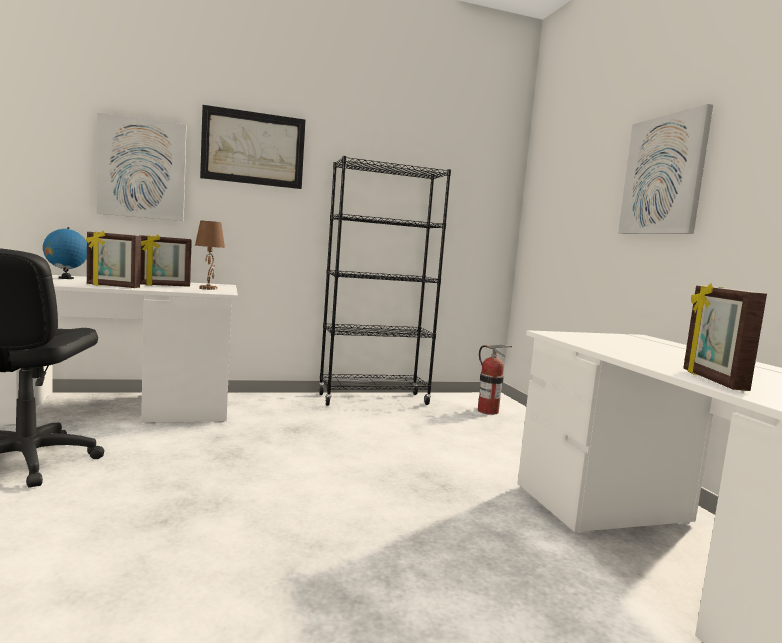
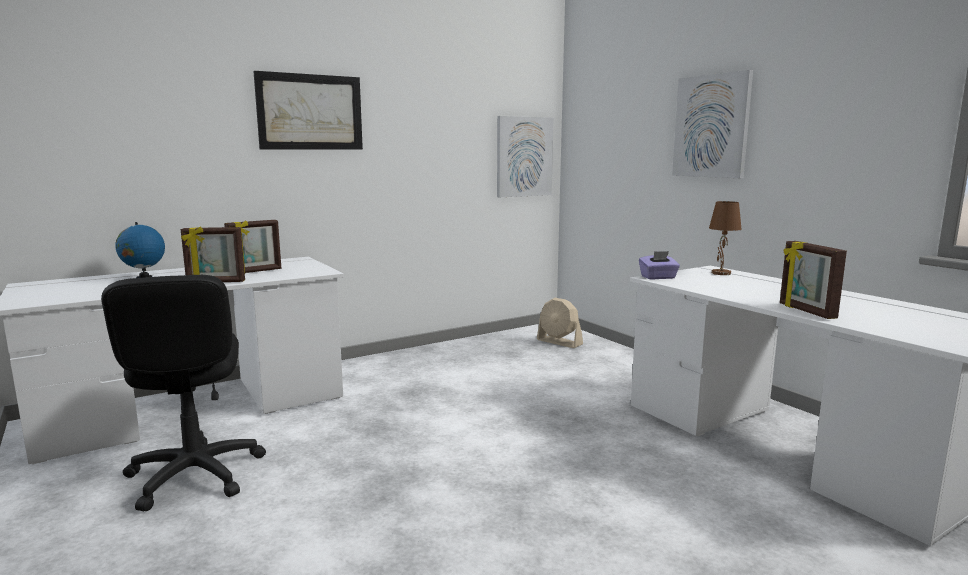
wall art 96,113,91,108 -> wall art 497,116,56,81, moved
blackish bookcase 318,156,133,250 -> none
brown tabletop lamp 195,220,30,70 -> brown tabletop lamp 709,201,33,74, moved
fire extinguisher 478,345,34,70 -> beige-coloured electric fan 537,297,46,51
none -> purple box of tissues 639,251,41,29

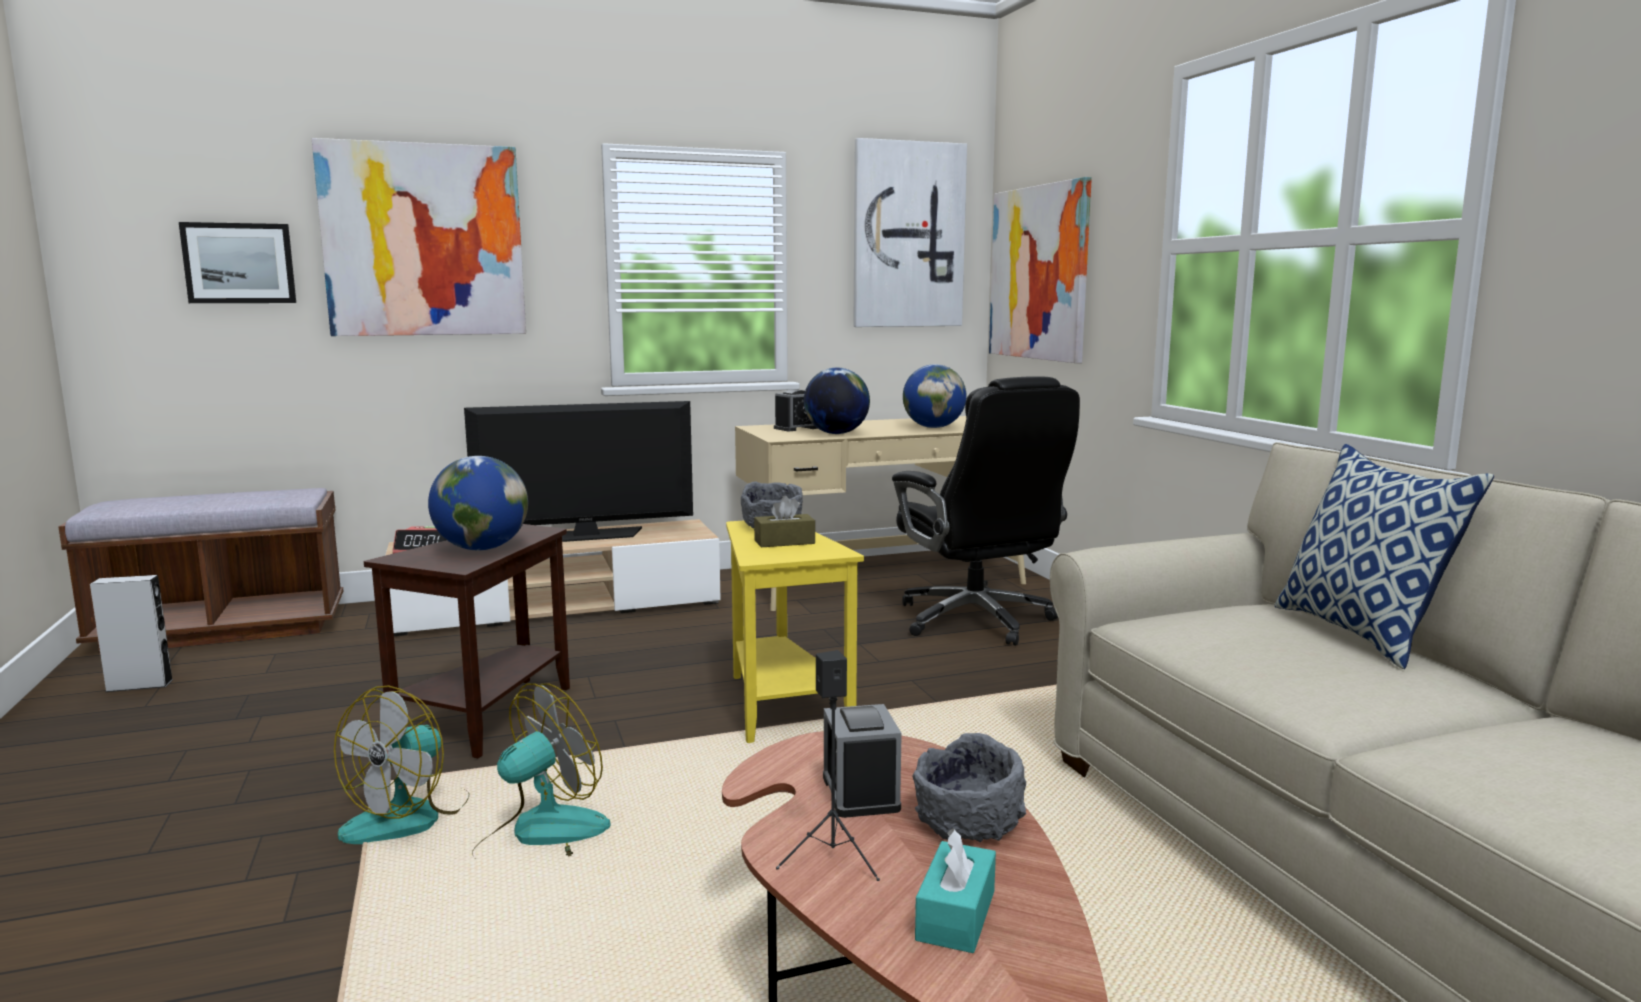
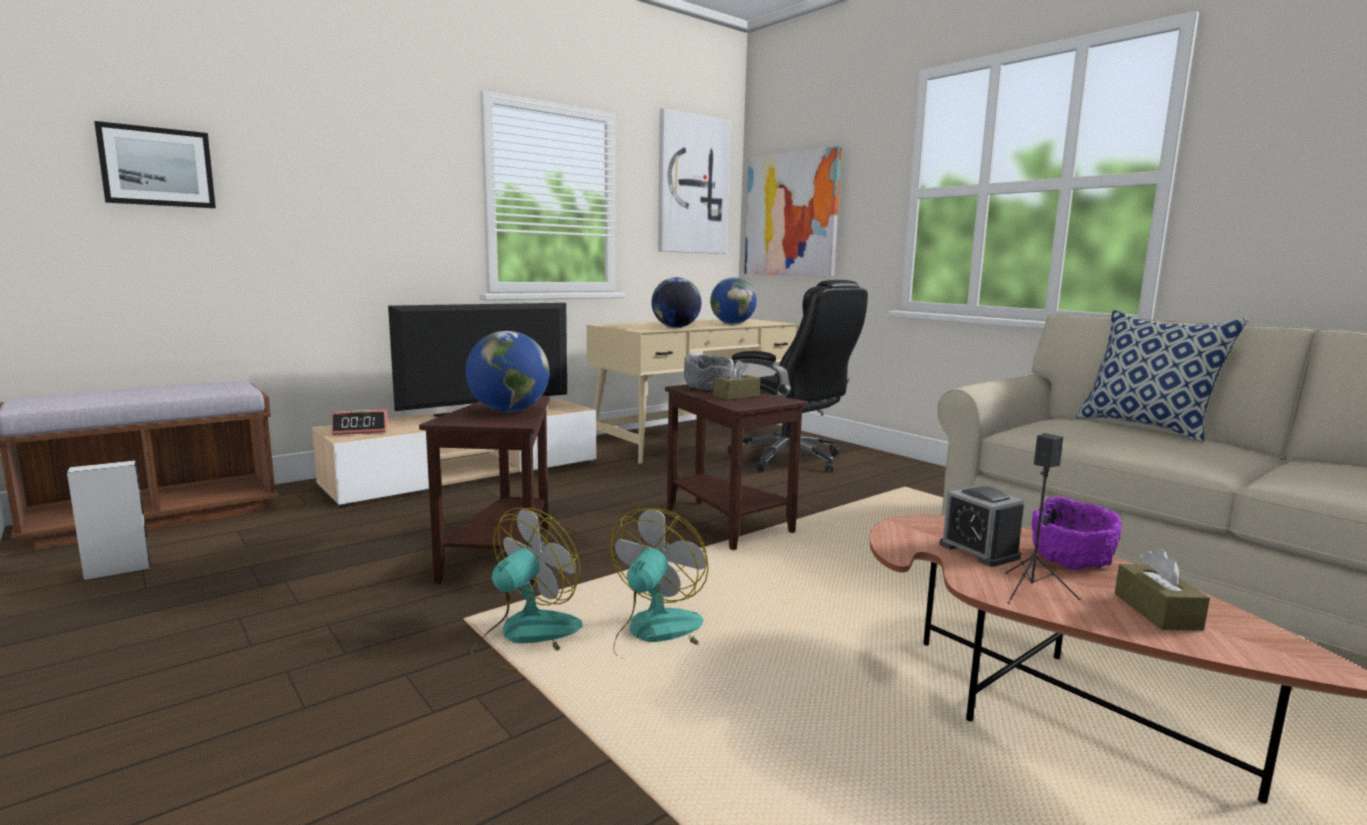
wall art 312,138,214,198 -> none
table clock 774,389,44,42 -> none
yellow end table 726,520,138,223 -> brown end table 665,384,143,166
electric fan 334,685,135,159 -> electric fan 470,507,112,165, 150 degrees counterclockwise
gray bowl 912,733,114,109 -> purple bowl 1032,496,90,74
turquoise-coloured box of tissues 915,828,81,125 -> brown box of tissues 1115,548,95,83

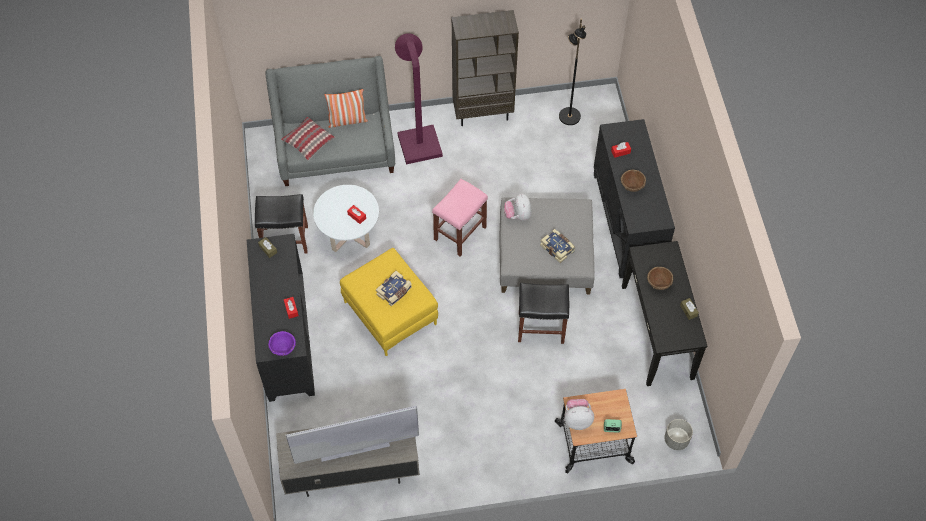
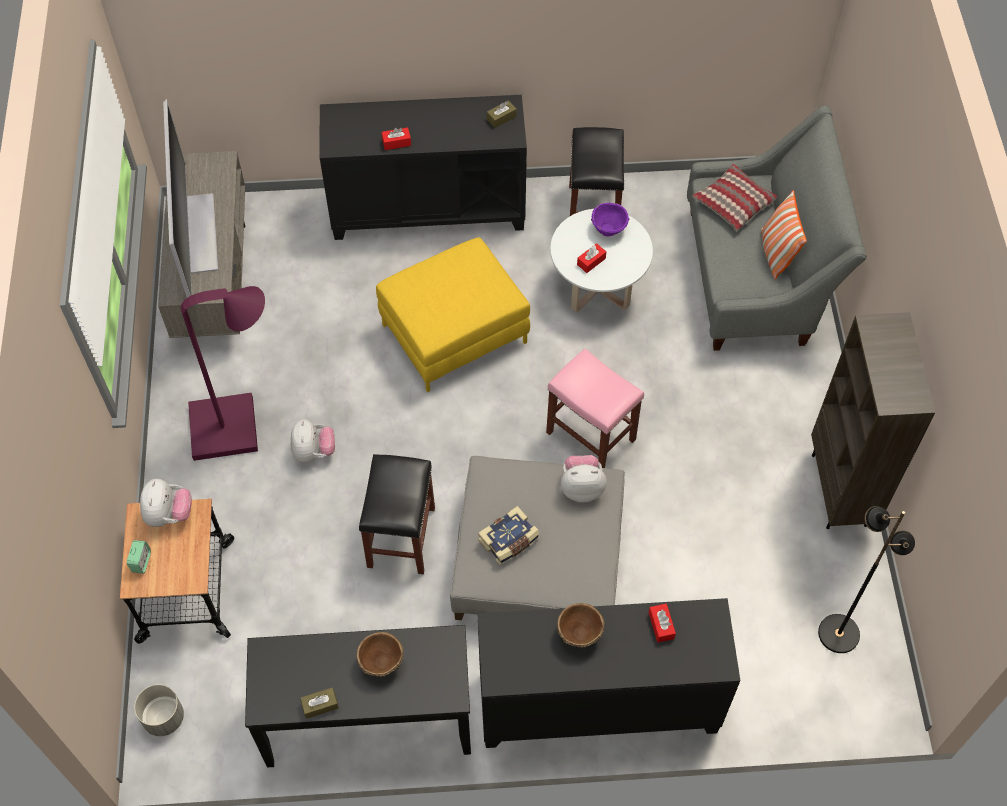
purple standard lamp 395,33,48,131 -> purple standard lamp 181,286,84,175, moved
bound book 376,271,36,35 -> none
purple bowl 268,331,28,25 -> purple bowl 591,203,38,34, moved
none -> plush toy 291,419,44,44

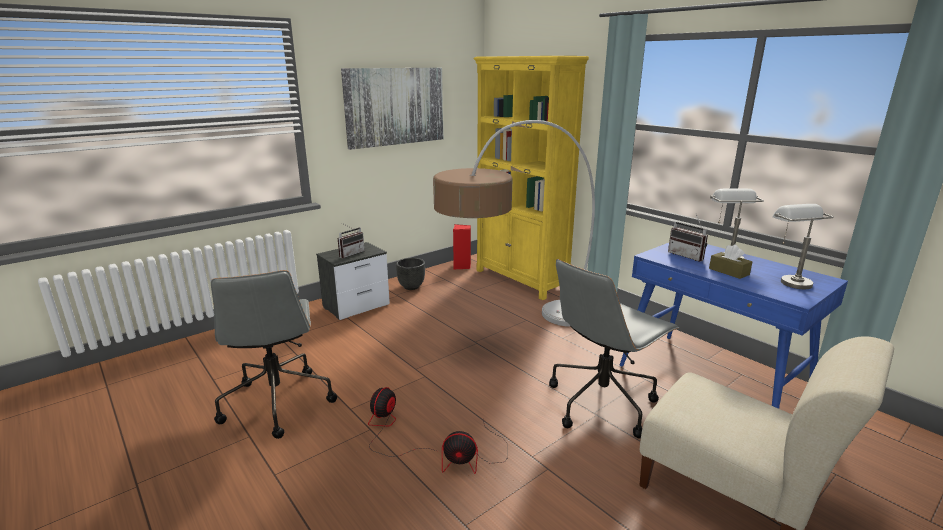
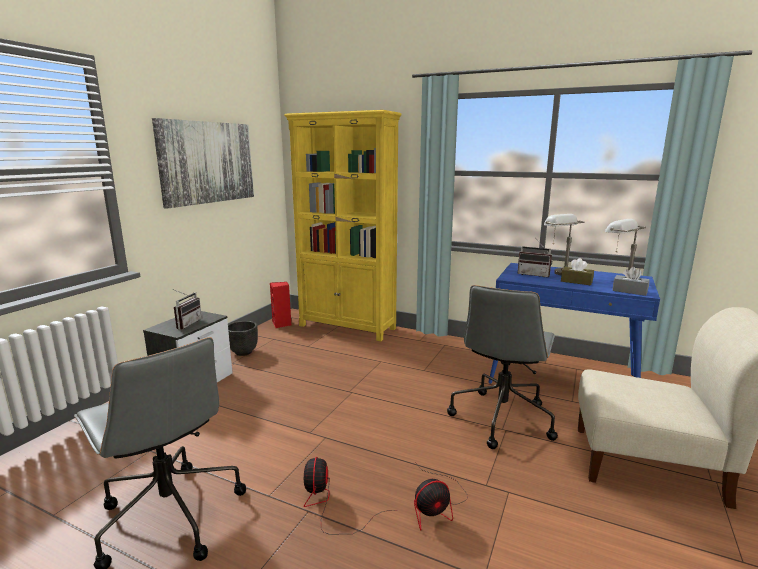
standard lamp 433,120,162,207 -> none
none -> gray box of tissues 612,267,38,29

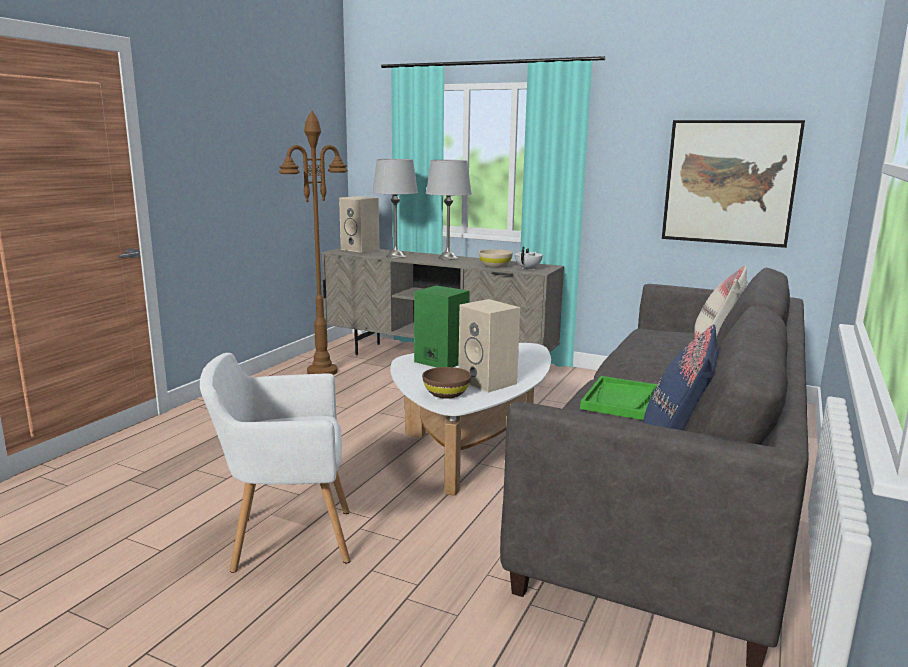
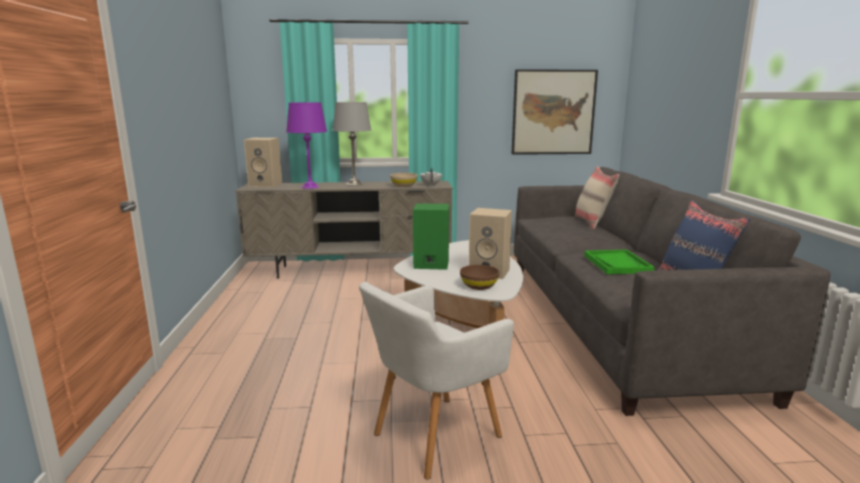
brown standard lamp 279,111,69,264 -> none
gray tabletop lamp 372,159,46,99 -> purple tabletop lamp 286,102,41,87

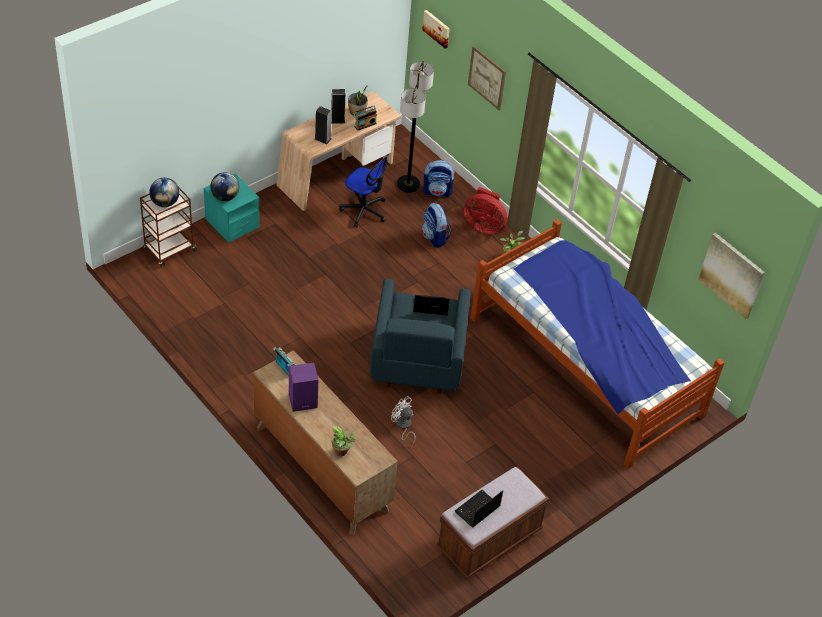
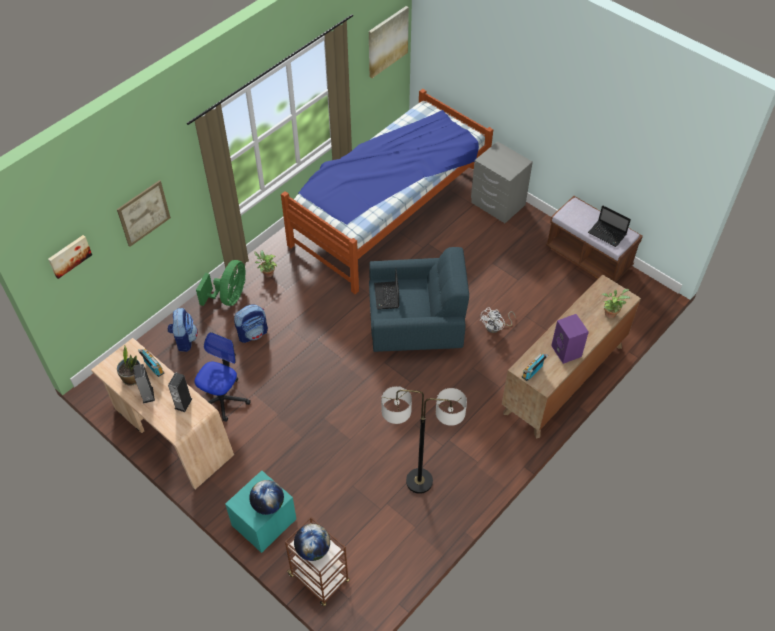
standard lamp 397,61,37,132 -> standard lamp 381,386,86,108, moved
red-coloured electric fan 463,187,45,47 -> green-coloured electric fan 196,260,50,46
none -> gray night table 471,141,62,82

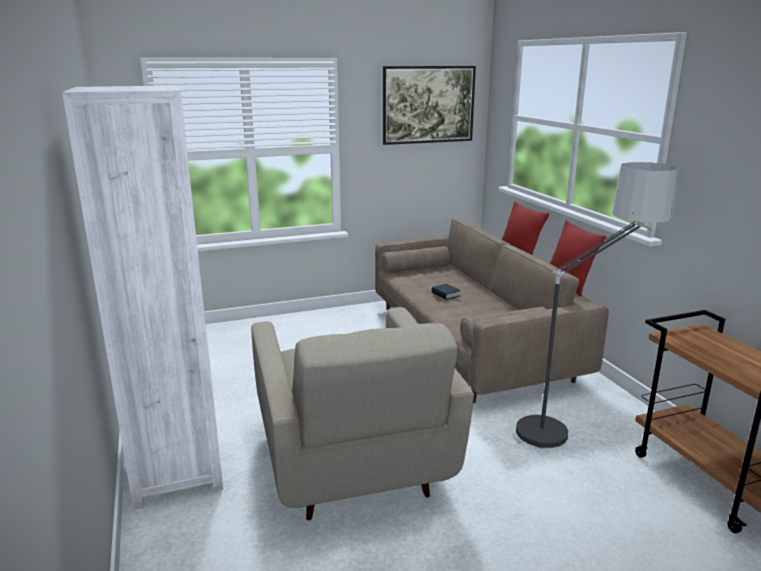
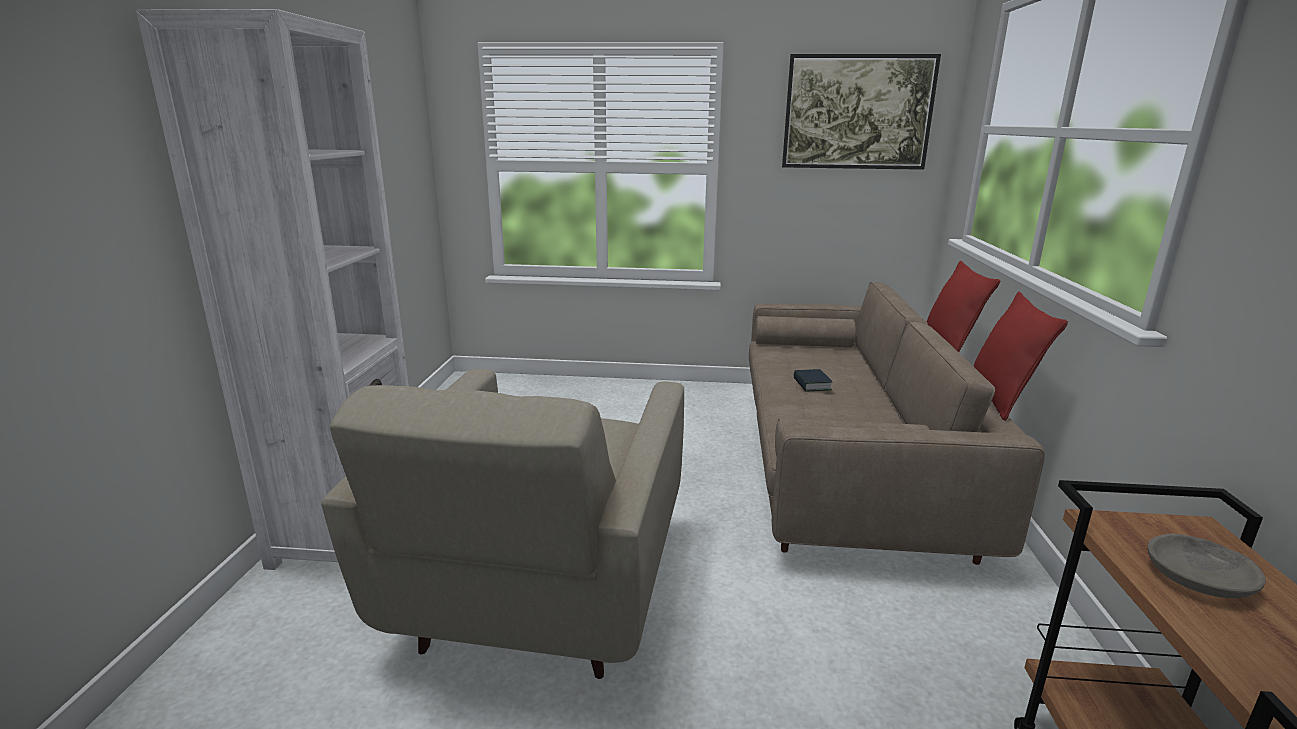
standard lamp 513,162,166,287 -> none
none -> gray bowl 1147,534,119,64

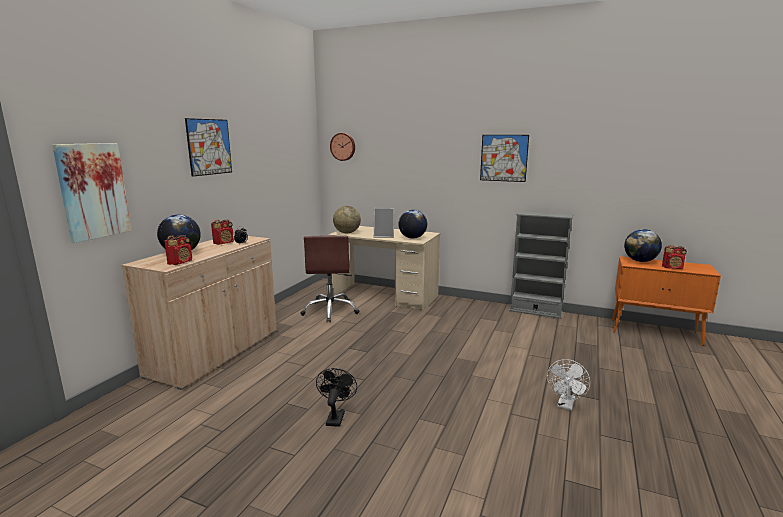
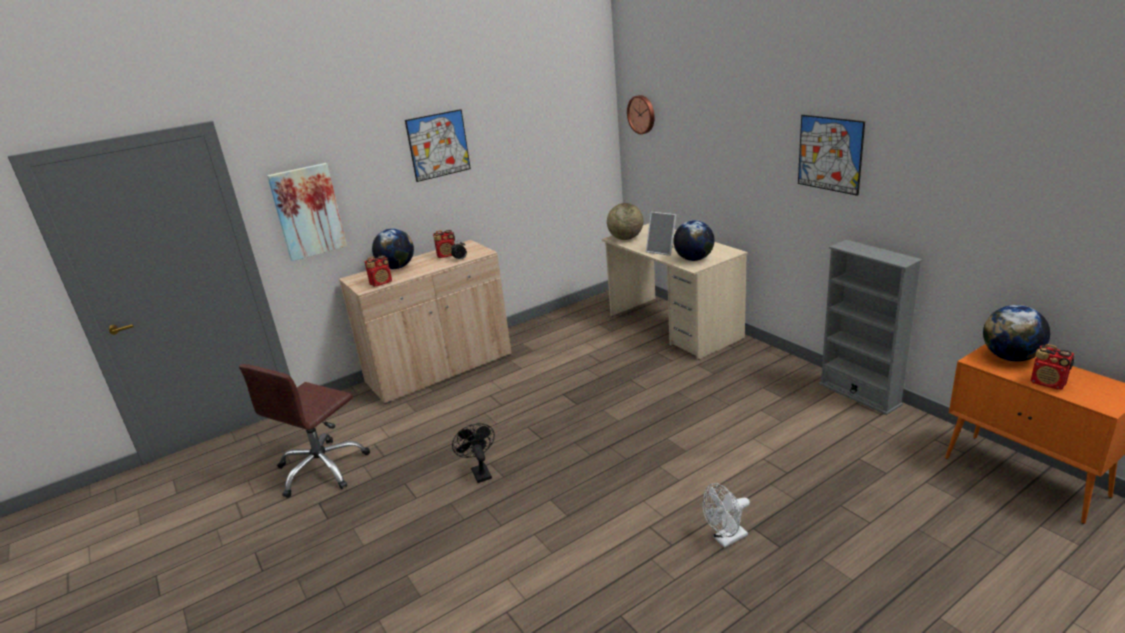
brown computer chair 300,235,59,88 -> brown computer chair 239,364,131,134, moved
blackish electric fan 316,368,41,59 -> blackish electric fan 452,423,43,60, 60 degrees counterclockwise

